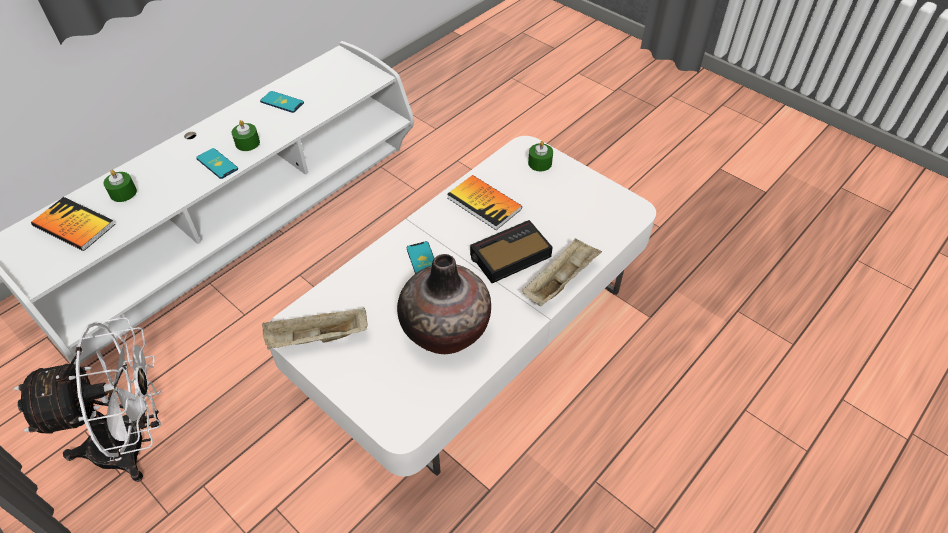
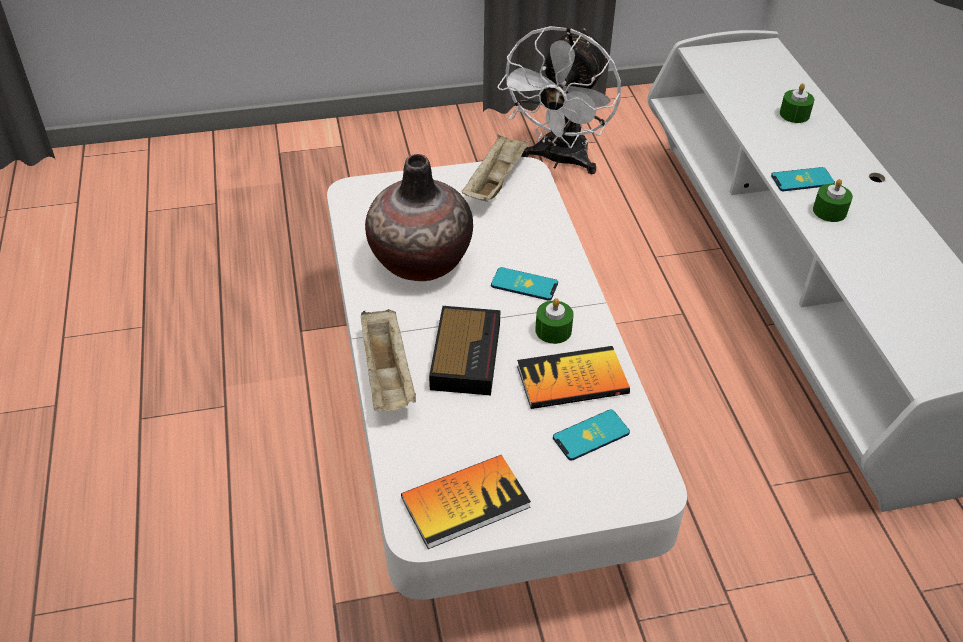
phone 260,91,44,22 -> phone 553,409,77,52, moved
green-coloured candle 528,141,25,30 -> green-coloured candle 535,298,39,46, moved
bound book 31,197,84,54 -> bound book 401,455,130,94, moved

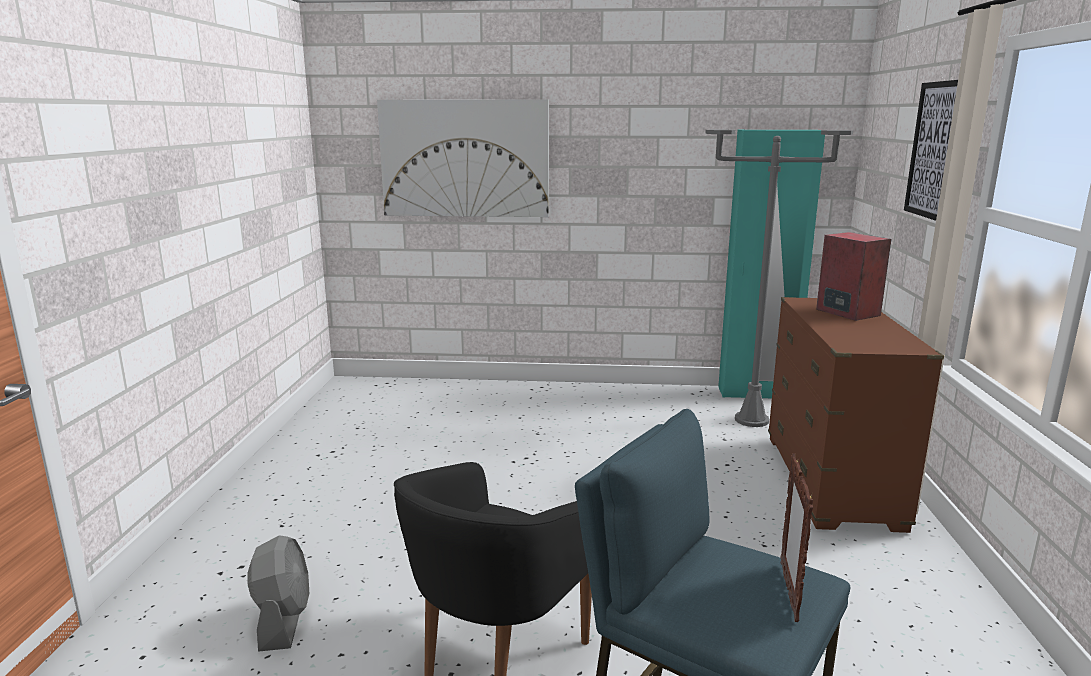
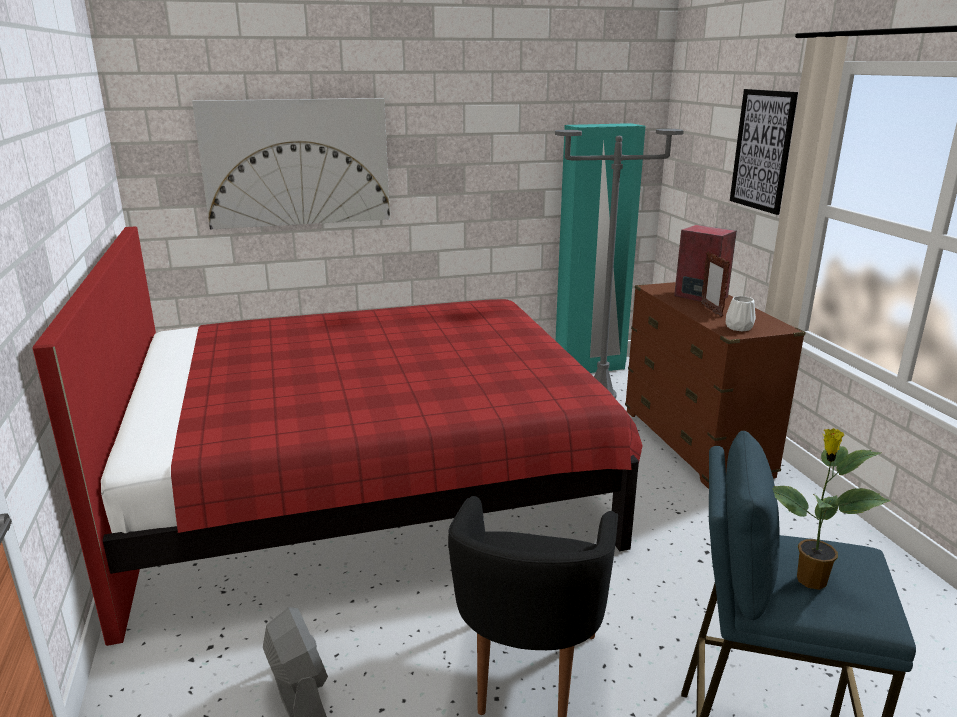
picture frame 781,453,32,169 -> picture frame 701,251,29,66, moved
none -> red-coloured bedroom bed 33,226,610,420
none -> white-coloured vase 726,296,30,36
none -> plant in a pot 772,428,118,162

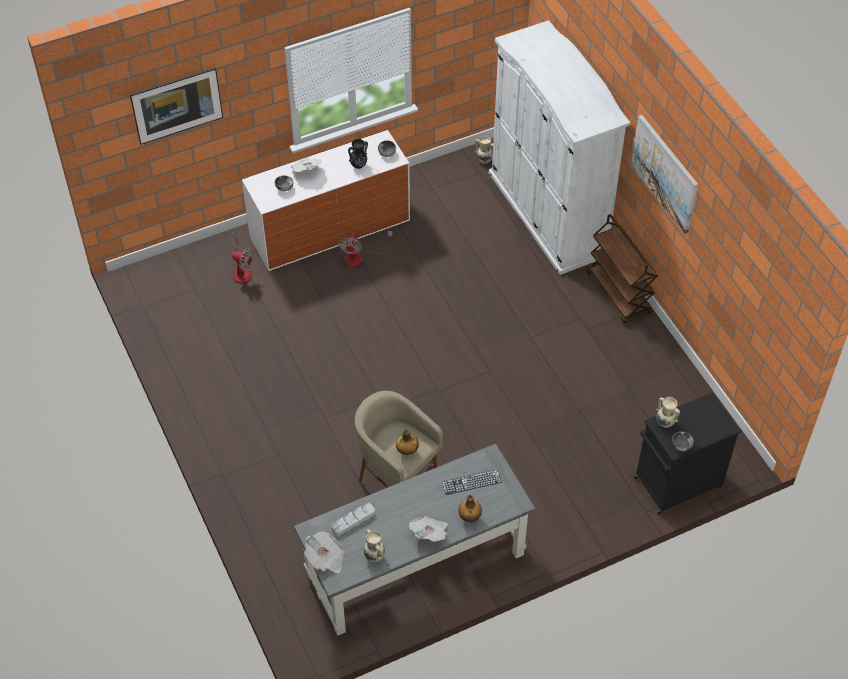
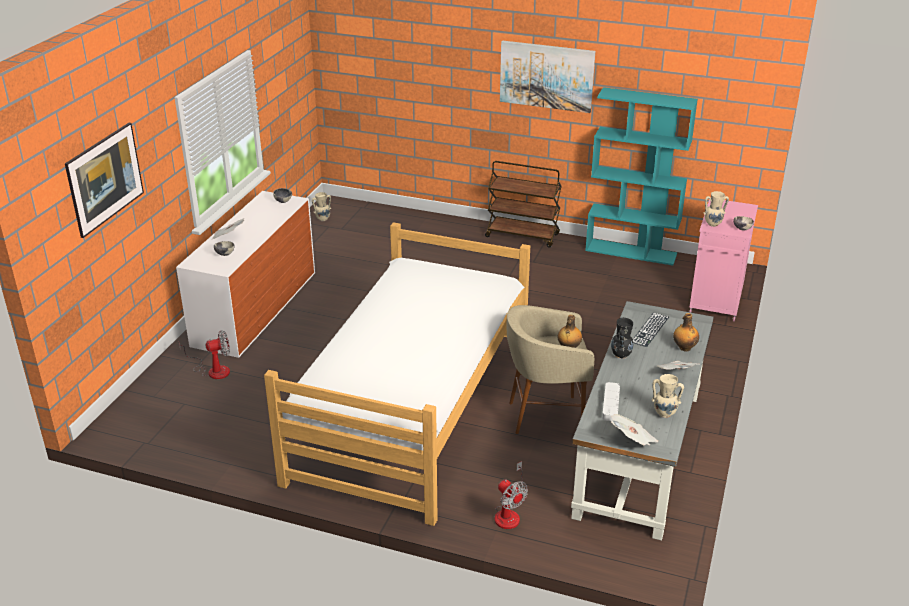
white-coloured armoire 489,20,142,255 -> none
blackish vase 348,139,20,30 -> blackish vase 611,318,22,41, moved
electric fan 339,231,54,36 -> electric fan 495,461,33,68, moved
blackish storage cabinet 634,392,107,123 -> pink-coloured storage cabinet 689,199,69,123
none -> turquoise-coloured bookcase 585,87,113,179
none -> bedroom bed 264,222,266,304

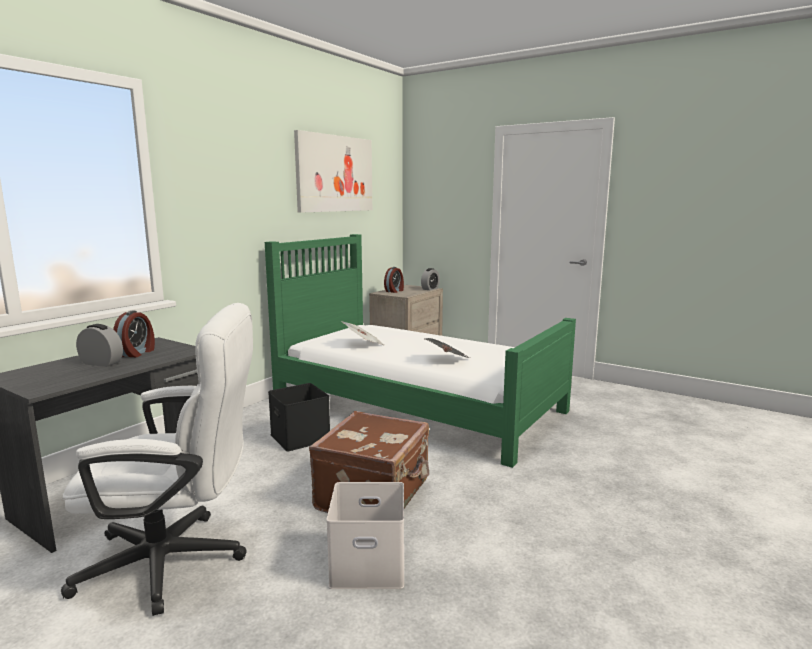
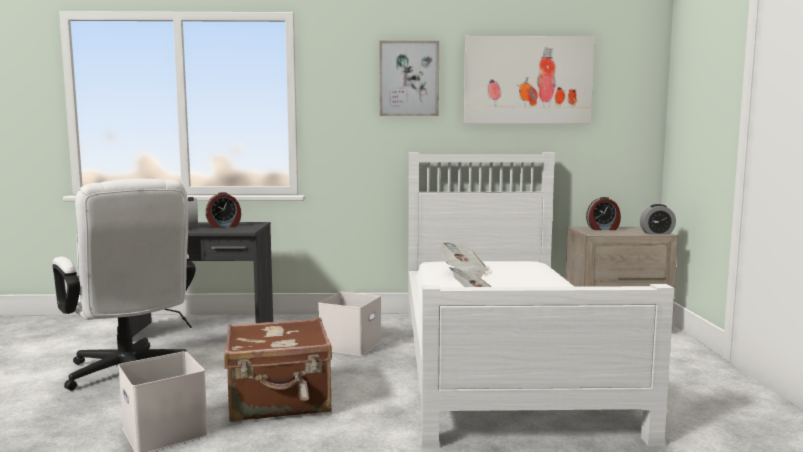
green-coloured bedroom bed 265,234,311,234 -> white-coloured bedroom bed 408,152,266,296
blackish storage box 268,383,62,69 -> white-coloured storage box 318,292,63,64
none -> wall art 379,41,60,75

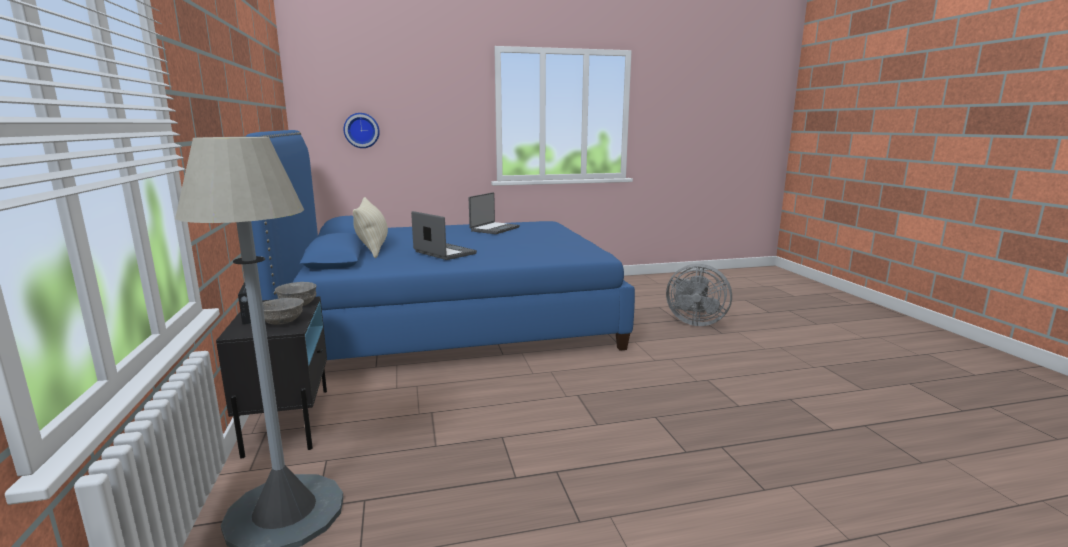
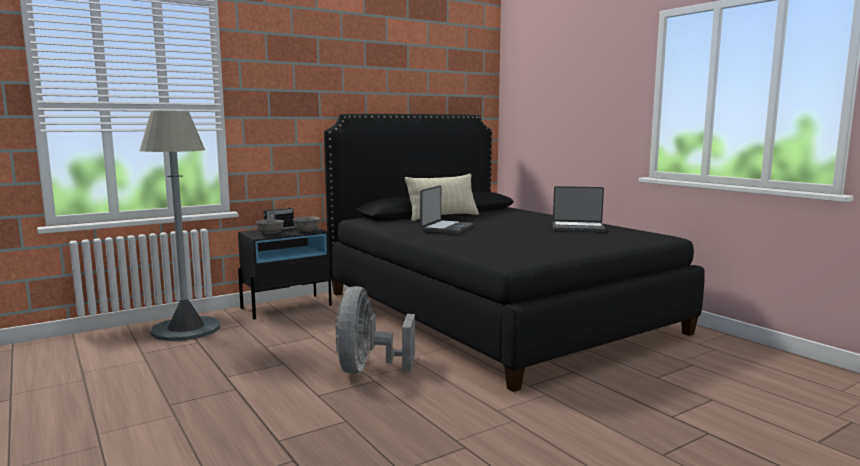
hanging clock 343,113,37,35 -> none
bluish bedroom bed 245,130,390,230 -> blackish bedroom bed 324,114,381,278
gray electric fan 666,264,66,62 -> gray electric fan 335,286,80,88, moved

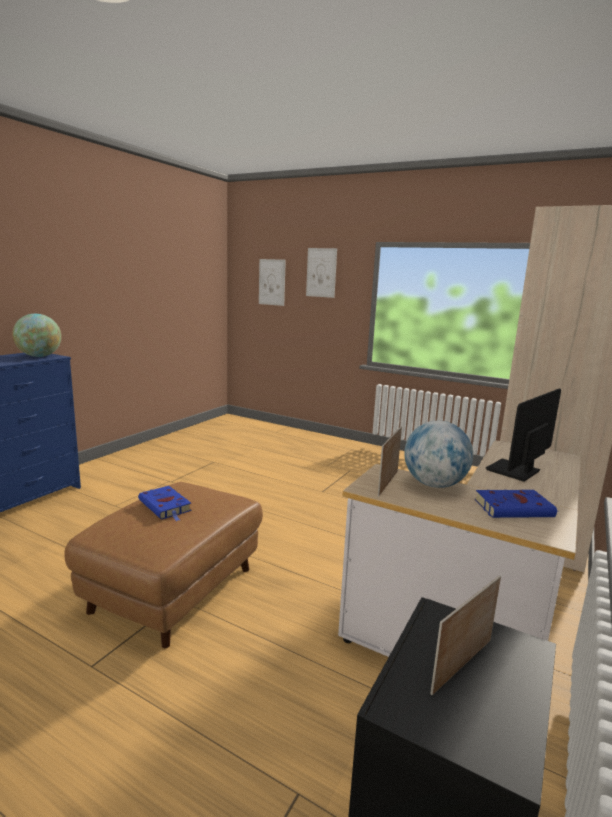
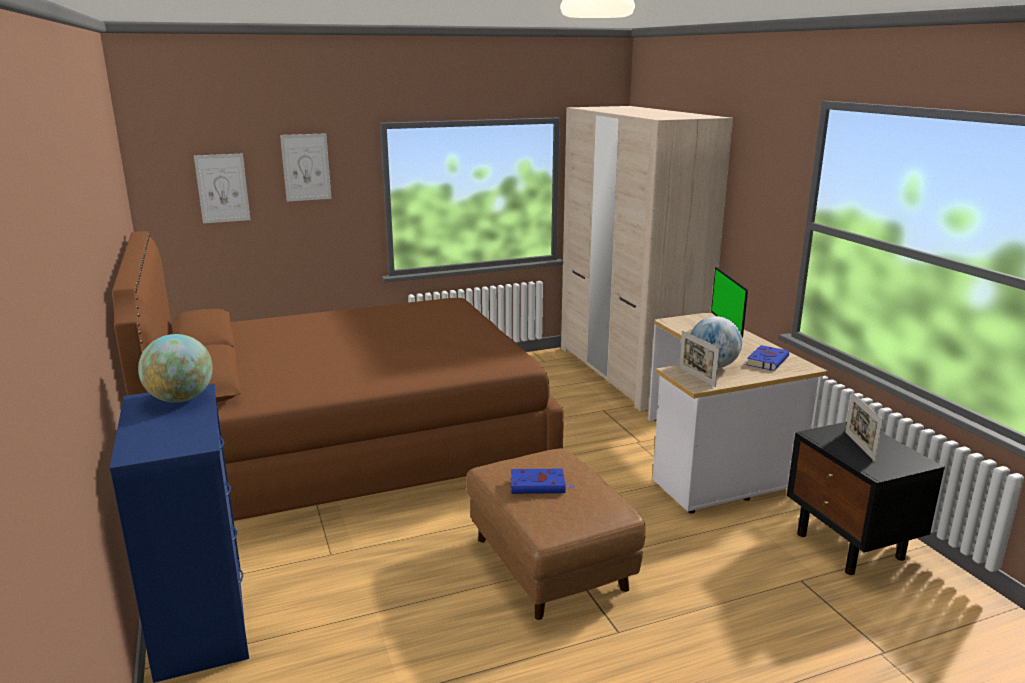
none -> brown bedroom bed 112,231,452,290

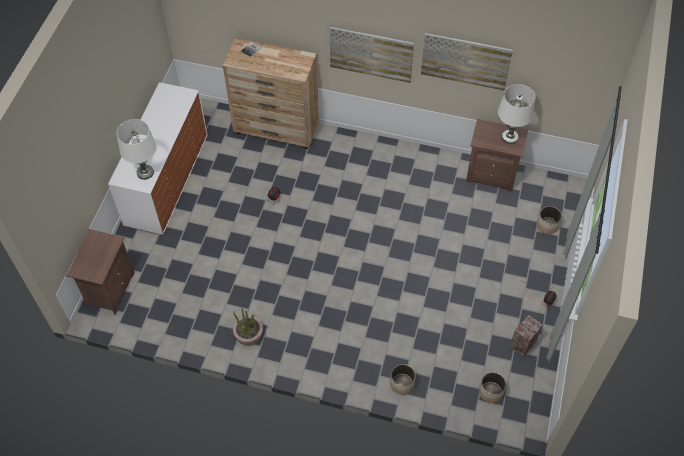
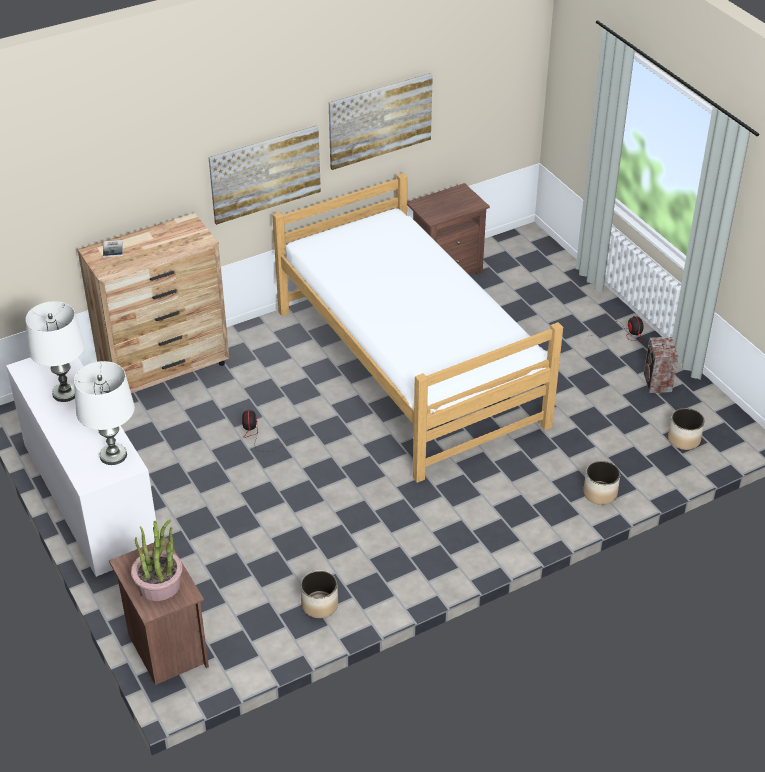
white-coloured tabletop lamp 498,84,37,60 -> white-coloured tabletop lamp 26,301,59,101, moved
plant pot 537,206,25,28 -> plant pot 301,570,37,48, moved
plant in a pot 233,307,30,39 -> plant in a pot 131,519,52,82, moved
none -> bedroom bed 272,173,291,310

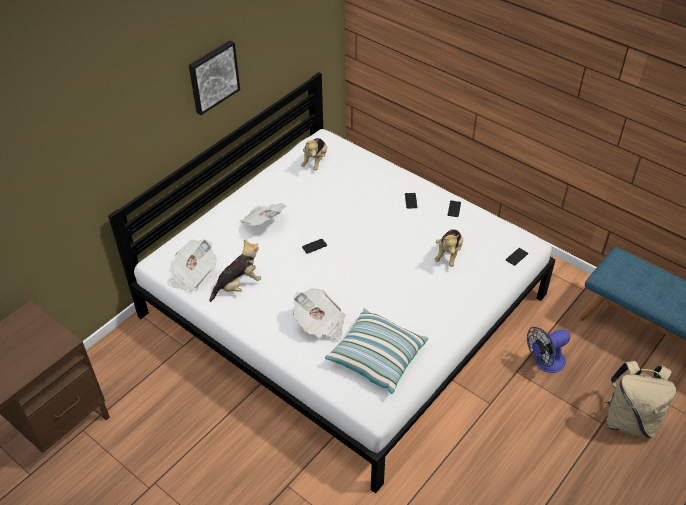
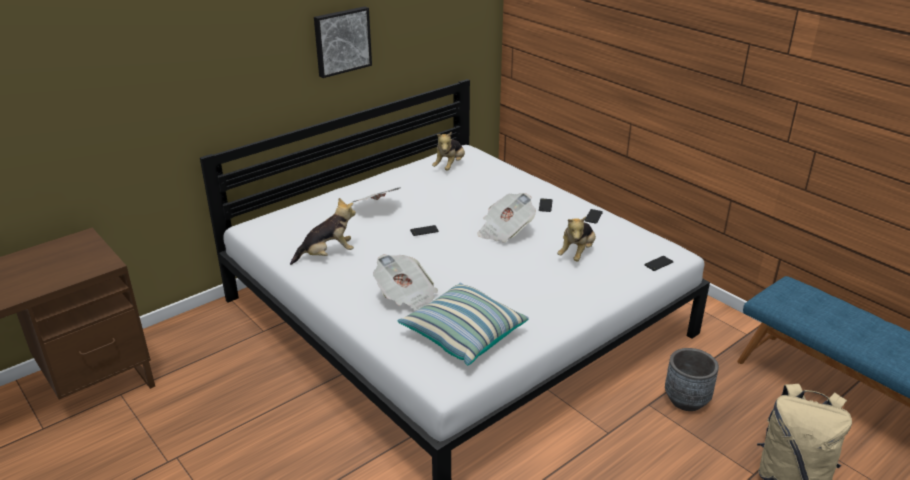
newspaper 167,240,50,52 -> newspaper 477,193,59,50, moved
electric fan 527,327,43,46 -> gray plant pot 665,348,54,63

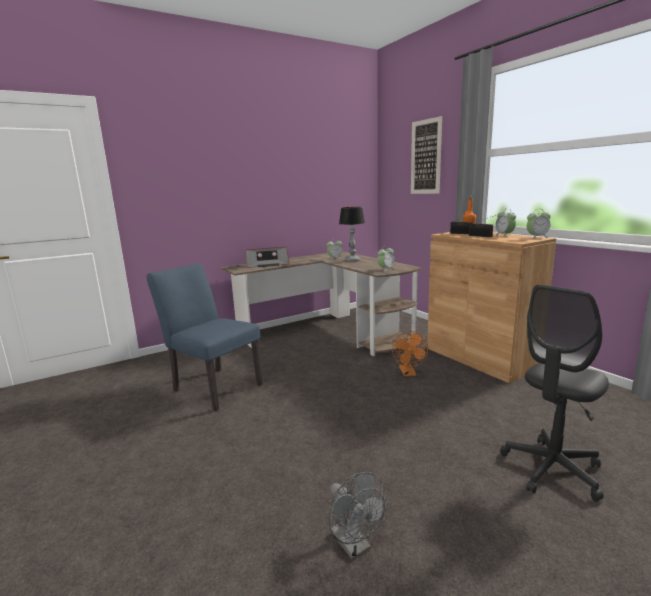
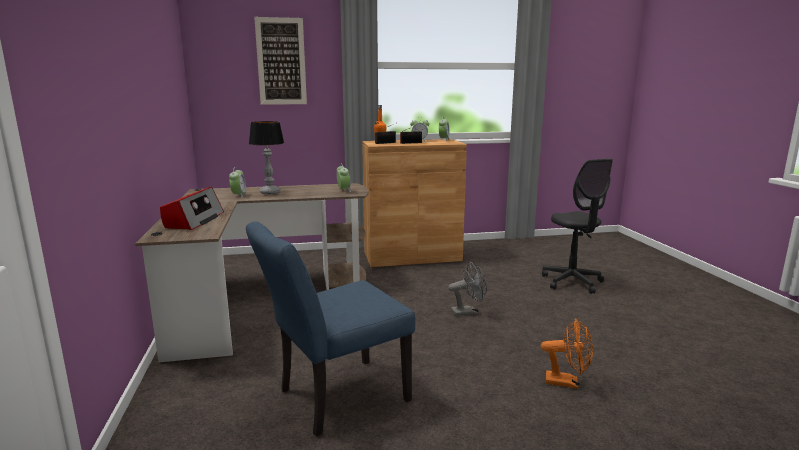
orange electric fan 392,331,36,45 -> orange electric fan 541,318,52,71, moved
gray electric fan 328,472,58,88 -> gray electric fan 448,262,39,54, moved

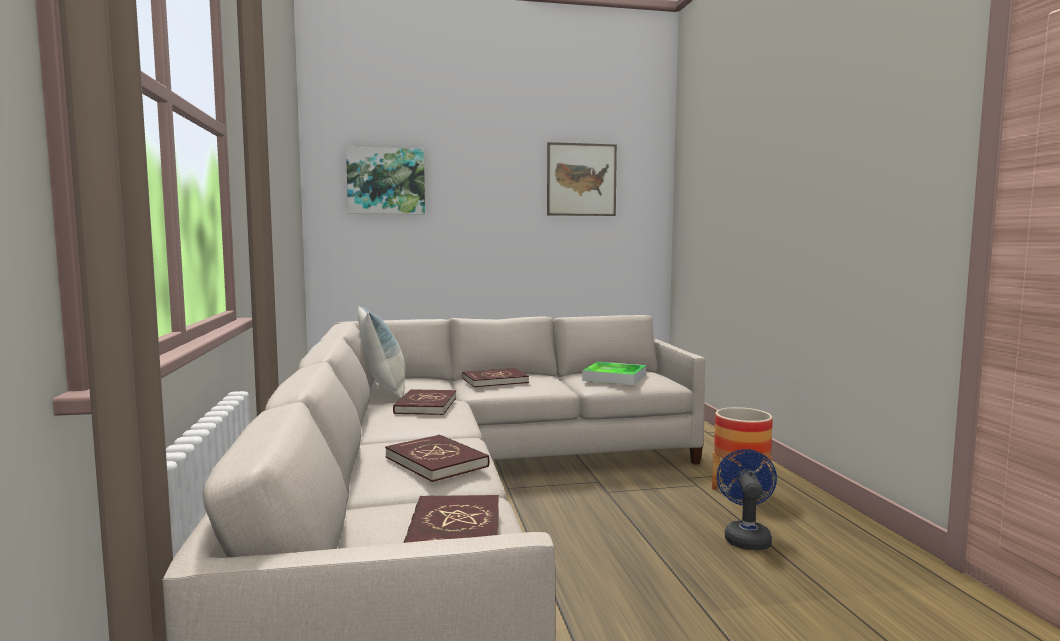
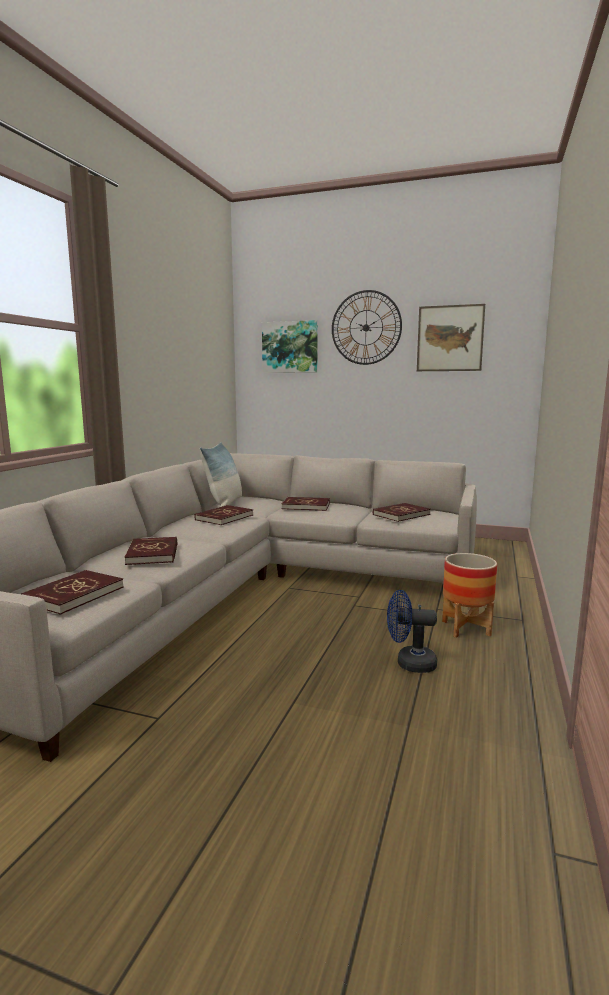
tray 582,362,64,23 -> red-coloured bound book 373,503,58,19
bluish electric fan 717,449,60,101 -> bluish electric fan 387,590,50,83, 120 degrees counterclockwise
none -> hanging clock 332,290,70,75

